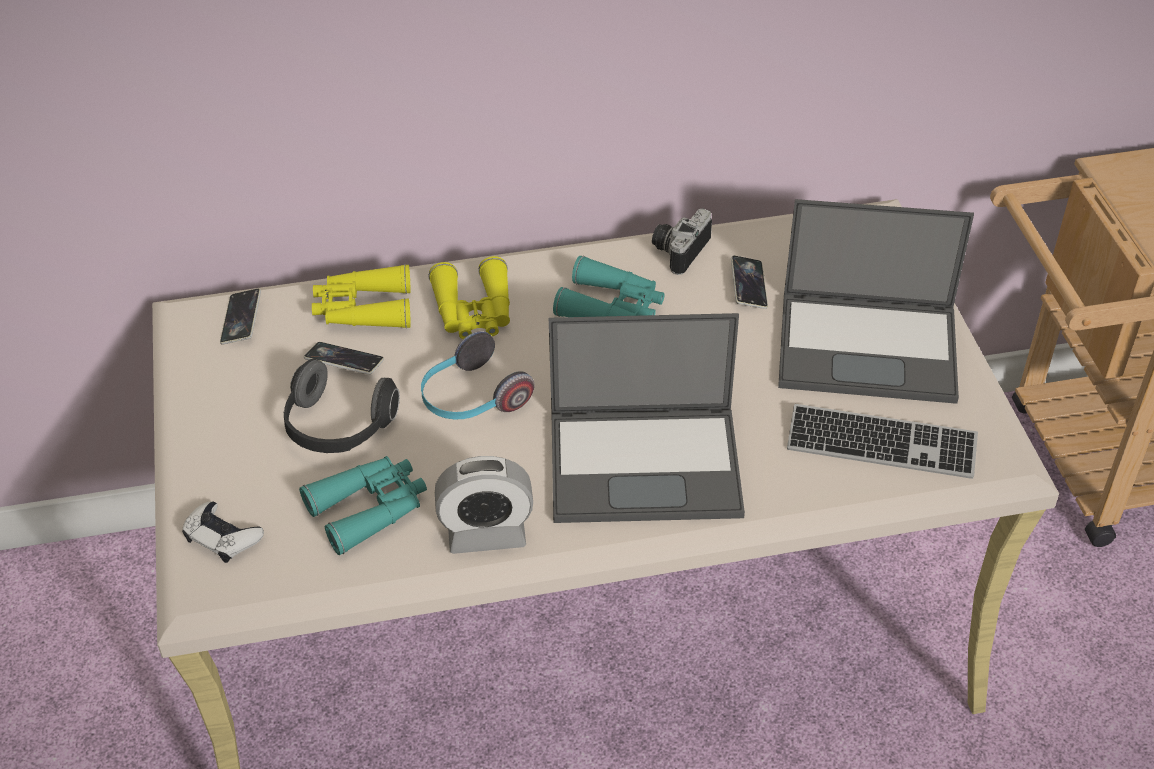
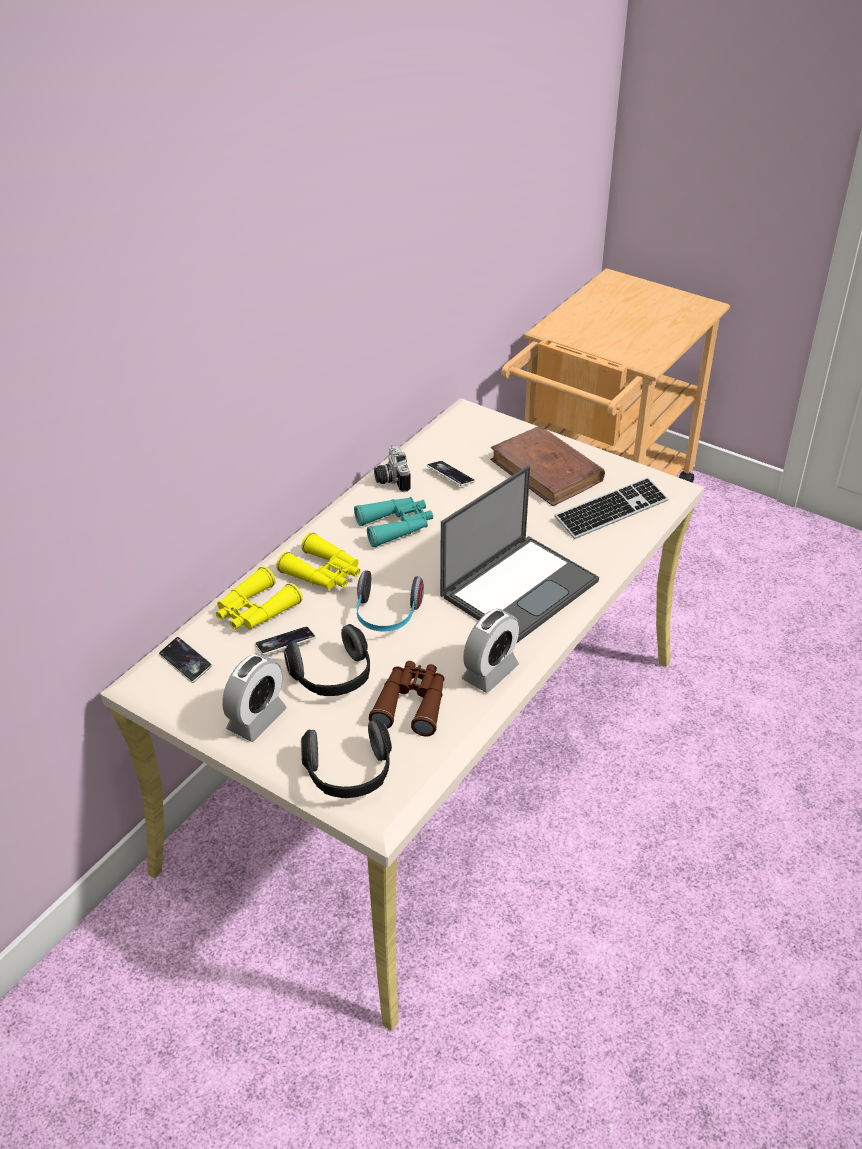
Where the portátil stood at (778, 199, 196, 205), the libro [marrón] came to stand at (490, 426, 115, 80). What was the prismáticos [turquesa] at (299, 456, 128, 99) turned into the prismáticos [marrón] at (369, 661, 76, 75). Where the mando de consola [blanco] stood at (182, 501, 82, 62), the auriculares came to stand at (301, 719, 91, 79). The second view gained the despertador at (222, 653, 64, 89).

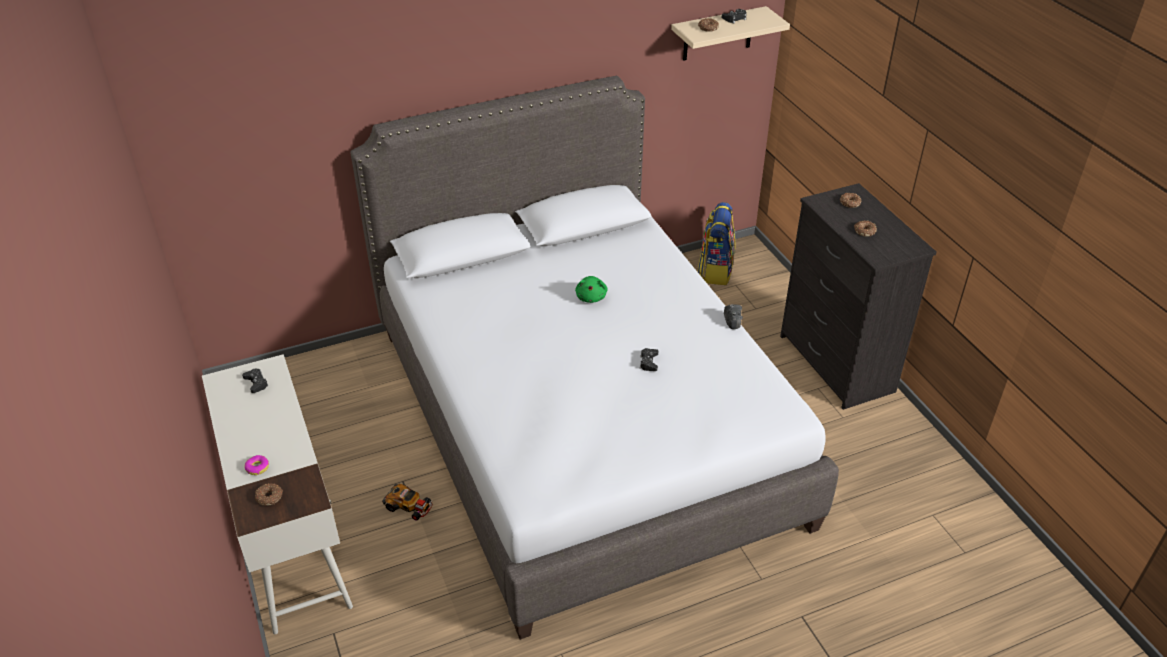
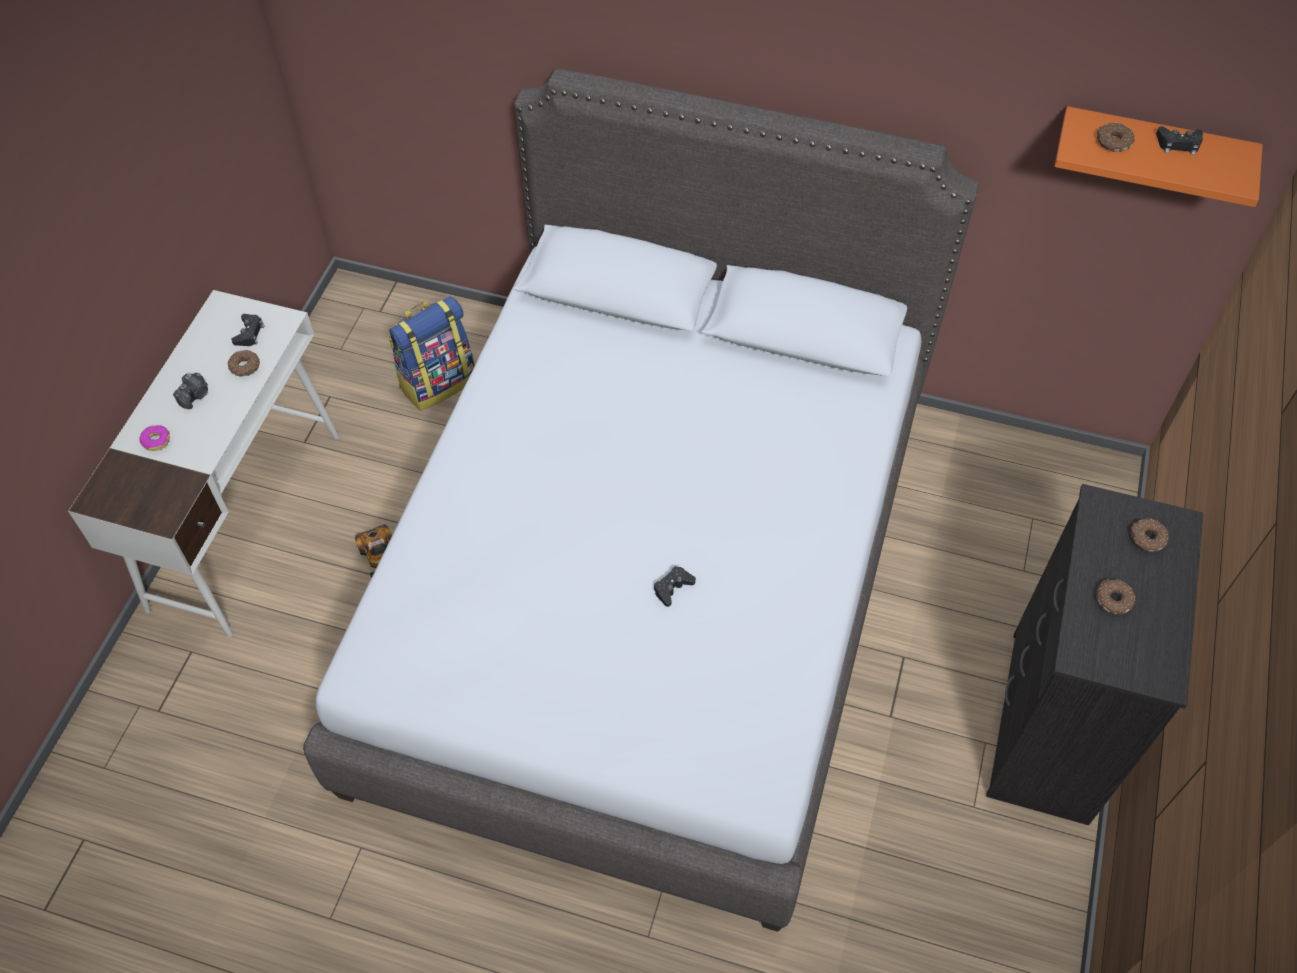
What was the estante [beis] at (671, 6, 119, 55) turned into the estante [naranja] at (1055, 106, 208, 101). The mochila ended up elsewhere, having gone from (697, 202, 39, 83) to (388, 296, 87, 115). The second view lost the peluche [verde] at (575, 276, 33, 27). The cámara ended up elsewhere, having gone from (724, 304, 19, 25) to (173, 372, 35, 37). The rosquilla ended up elsewhere, having gone from (255, 483, 28, 23) to (228, 350, 32, 27).

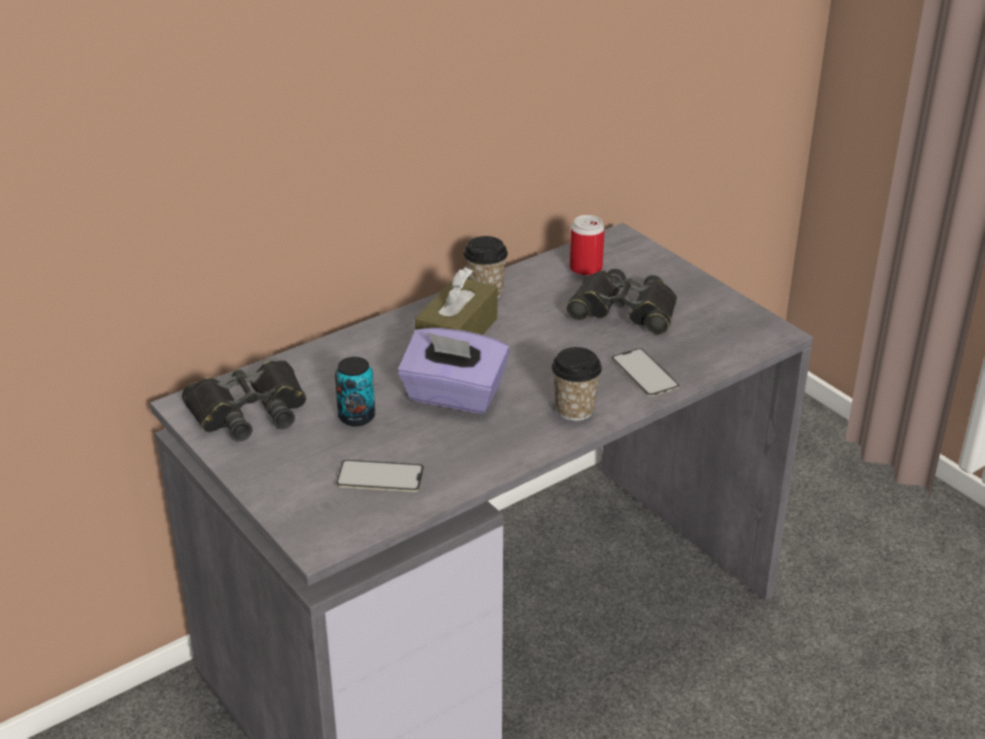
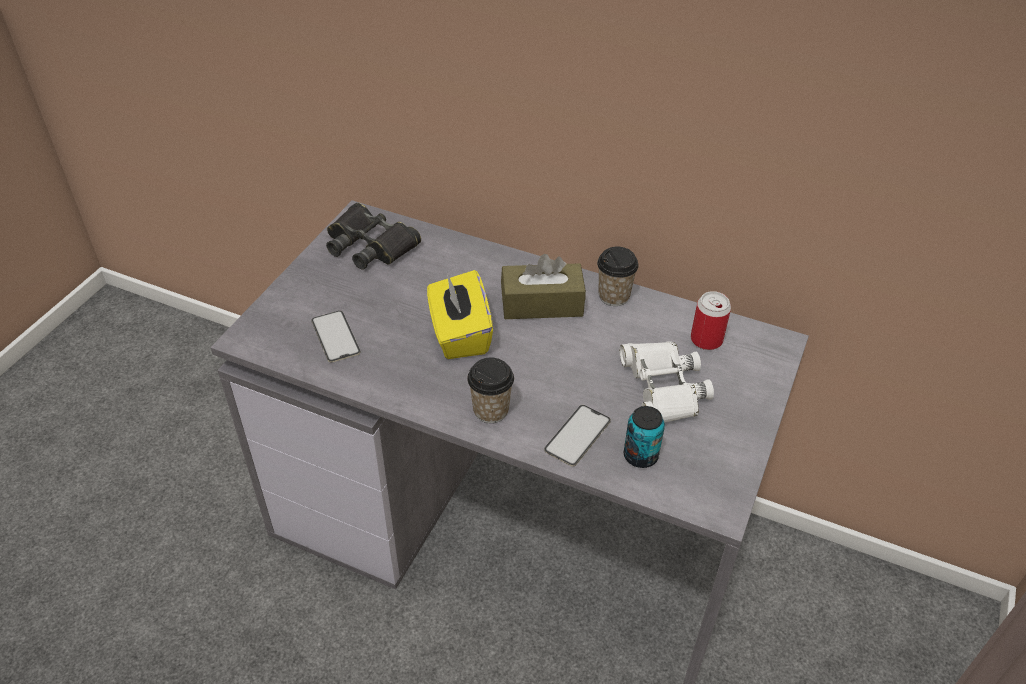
What was the prismáticos [negro] at (566, 269, 111, 66) turned into the prismáticos [blanco] at (620, 341, 94, 82). What was the caja de pañuelos [morado] at (398, 328, 112, 85) turned into the caja de pañuelos [amarillo] at (427, 270, 66, 89). The lata ended up elsewhere, having gone from (335, 357, 40, 69) to (624, 406, 41, 62).

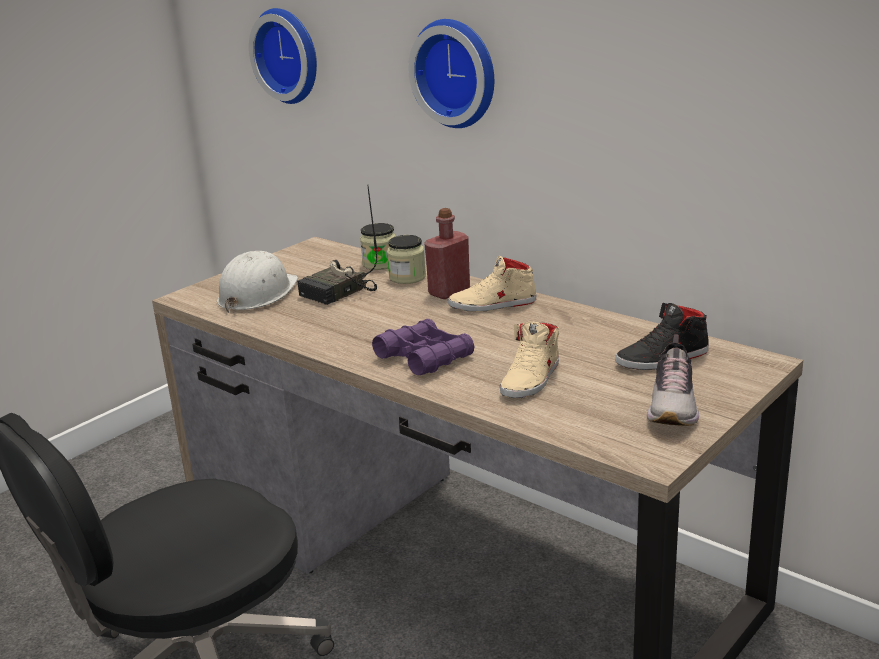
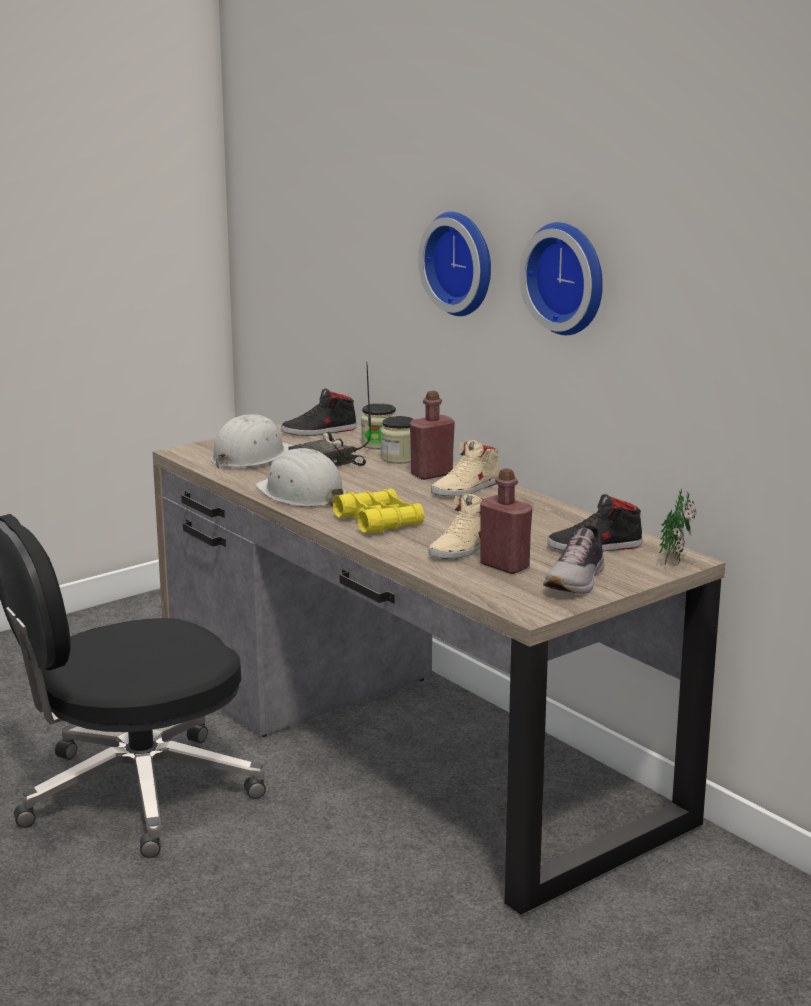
The reloj de pared ended up elsewhere, having gone from (249, 8, 68, 96) to (519, 222, 84, 113). The zapato [beis] at (448, 256, 89, 56) ended up facing another way, 45 degrees counterclockwise from before. What was the prismáticos [morado] at (372, 319, 102, 56) turned into the prismáticos [amarillo] at (333, 489, 91, 44). The second view gained the zapato [negro] at (281, 388, 76, 48). The second view gained the casco [blanco] at (255, 448, 91, 59). The second view gained the botella [rojo] at (480, 469, 52, 105). The second view gained the planta en maceta at (659, 489, 38, 75).

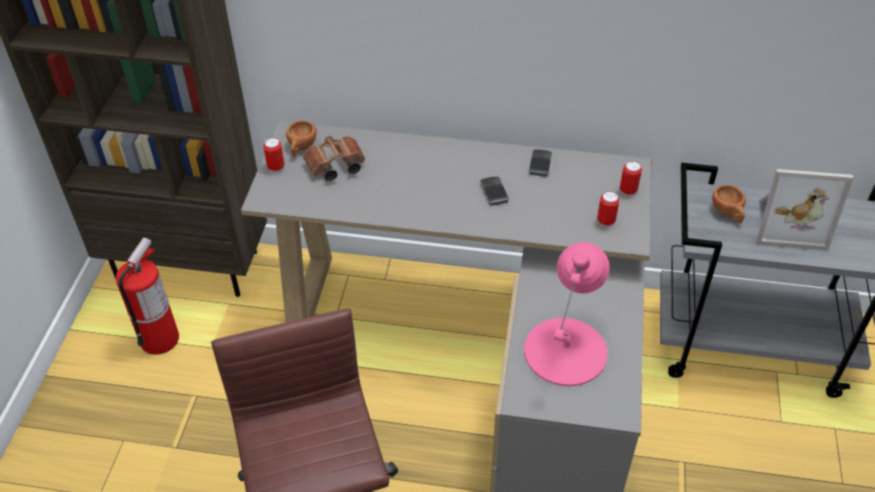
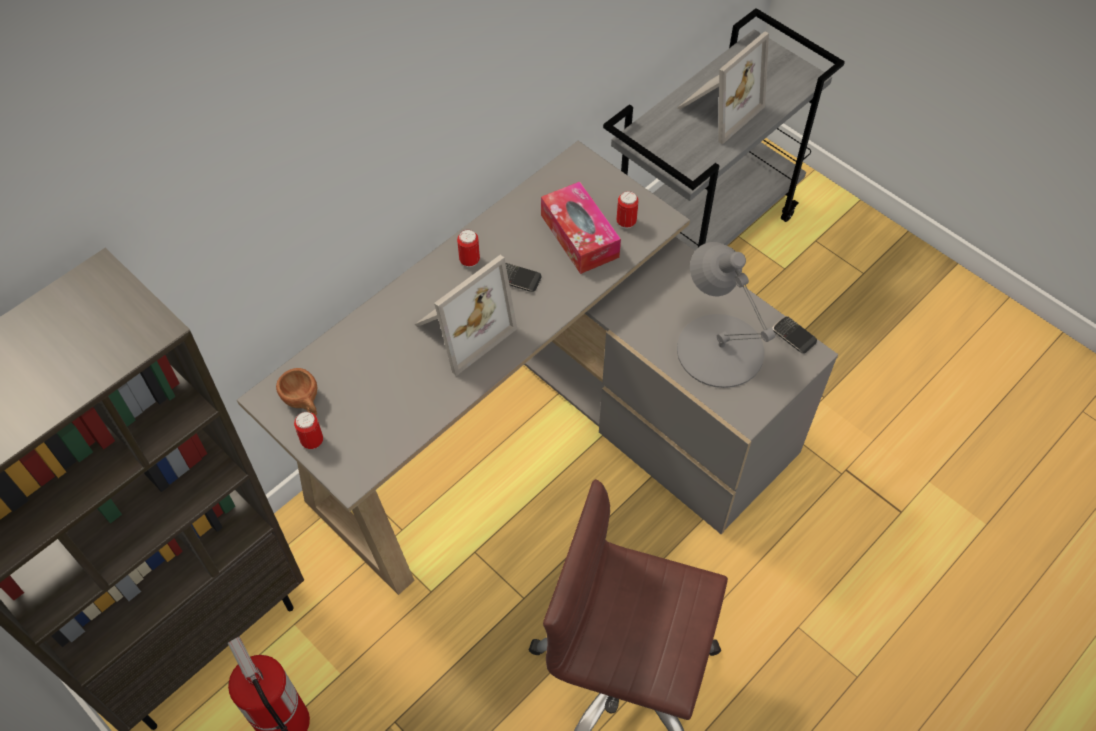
The second view lost the prismáticos [marrón] at (303, 136, 62, 45). The móvil ended up elsewhere, having gone from (529, 149, 23, 28) to (772, 316, 45, 38). The lata ended up elsewhere, having gone from (620, 161, 22, 35) to (457, 229, 23, 38). The second view lost the taza [marrón] at (712, 185, 34, 38). What was the lámpara de mesa [rosa] at (524, 242, 86, 144) turned into the lámpara de mesa [gris] at (677, 242, 98, 146). The second view gained the caja de pañuelos at (541, 182, 80, 92). The second view gained the portarretratos at (414, 255, 103, 121).

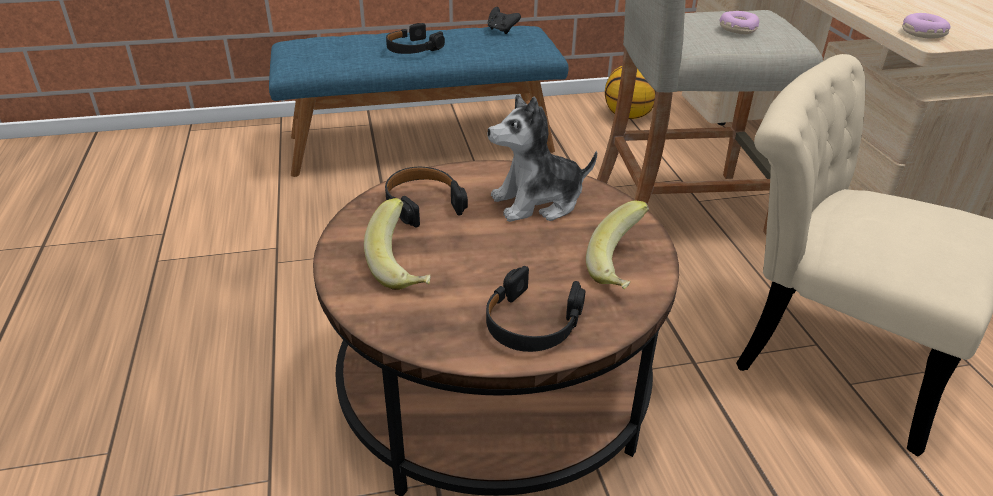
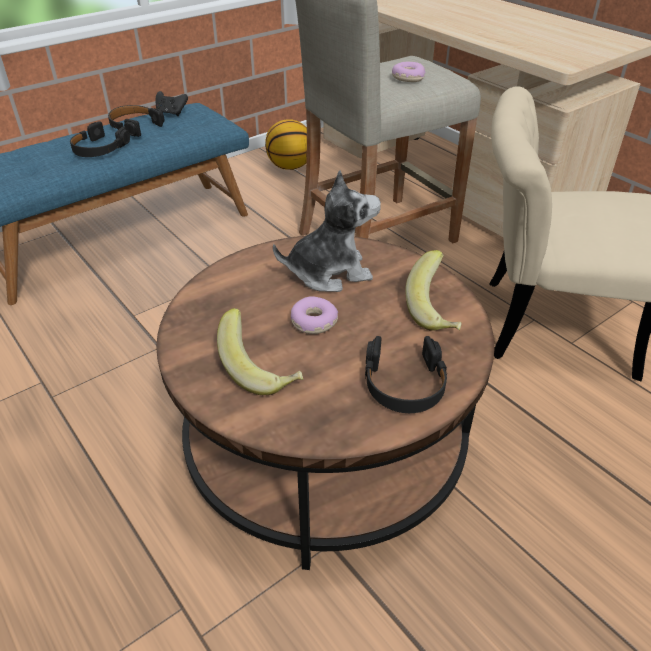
The rosquilla ended up elsewhere, having gone from (902, 13, 48, 26) to (291, 296, 47, 38). The peluche at (488, 94, 109, 128) ended up facing another way, 150 degrees counterclockwise from before. The auriculares [negro] ended up elsewhere, having gone from (385, 167, 83, 60) to (108, 105, 56, 32).

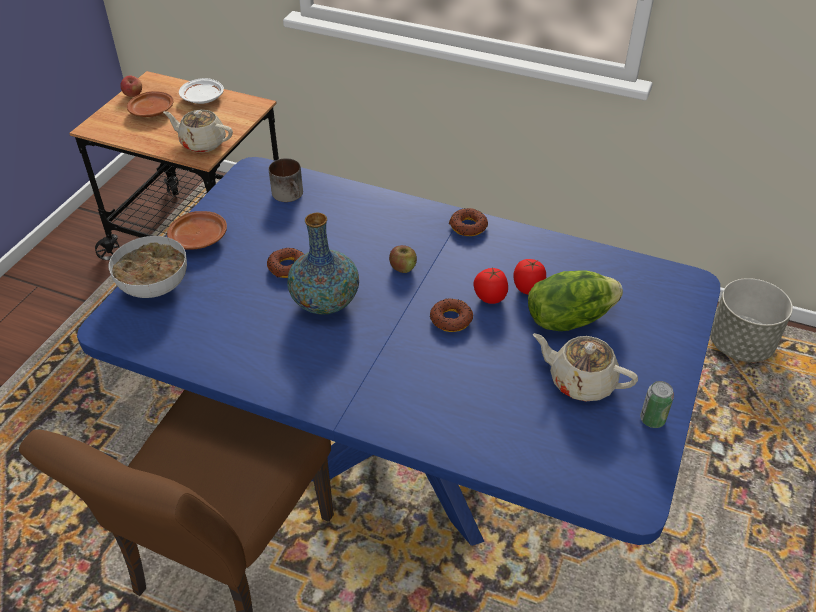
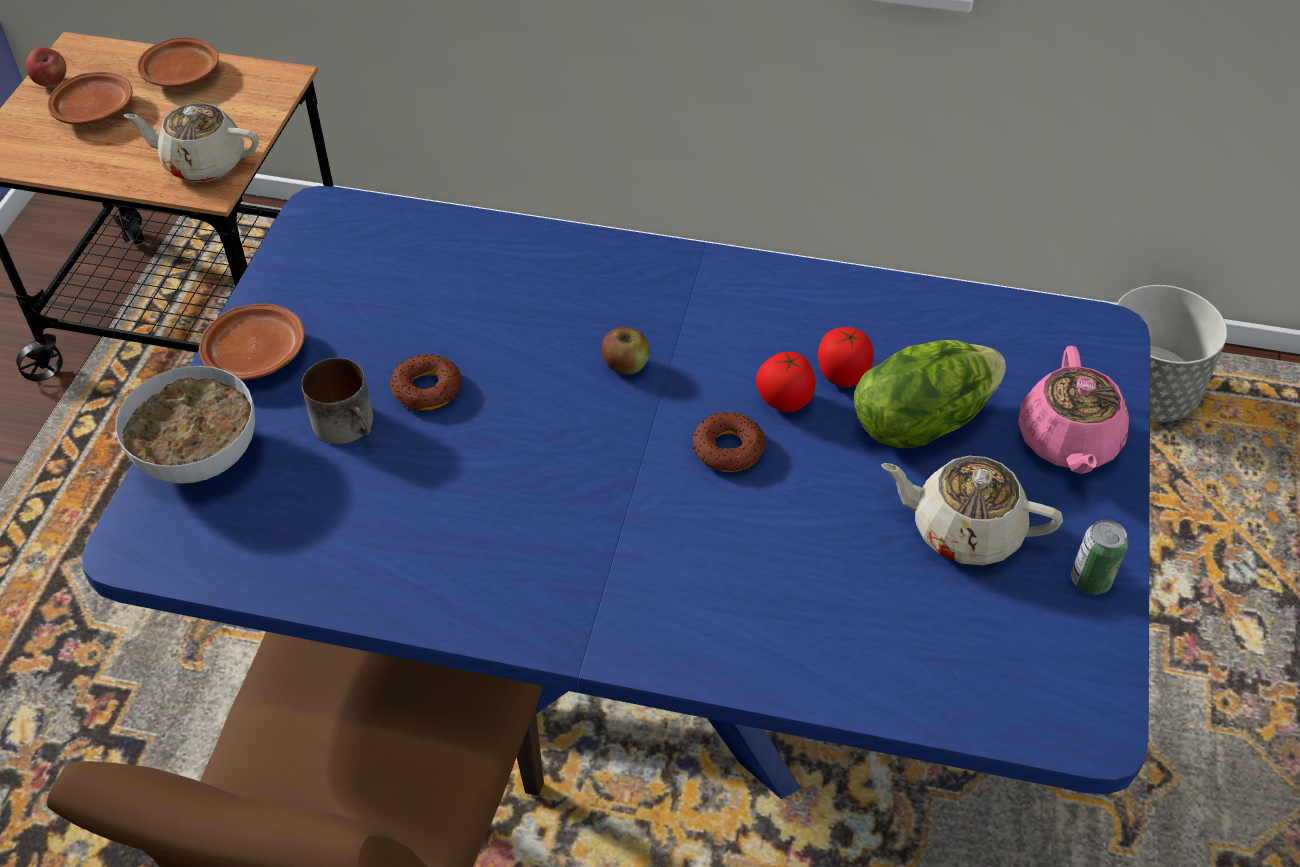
What was the plato [blanco] at (179, 78, 45, 26) turned into the plato [marrón] at (137, 37, 82, 51). The taza grande ended up elsewhere, having gone from (269, 158, 34, 44) to (301, 358, 72, 86). The second view lost the rosquilla at (449, 208, 39, 28). The second view lost the florero at (287, 213, 72, 102). The second view gained the tetera [rosa] at (1018, 346, 111, 128).

